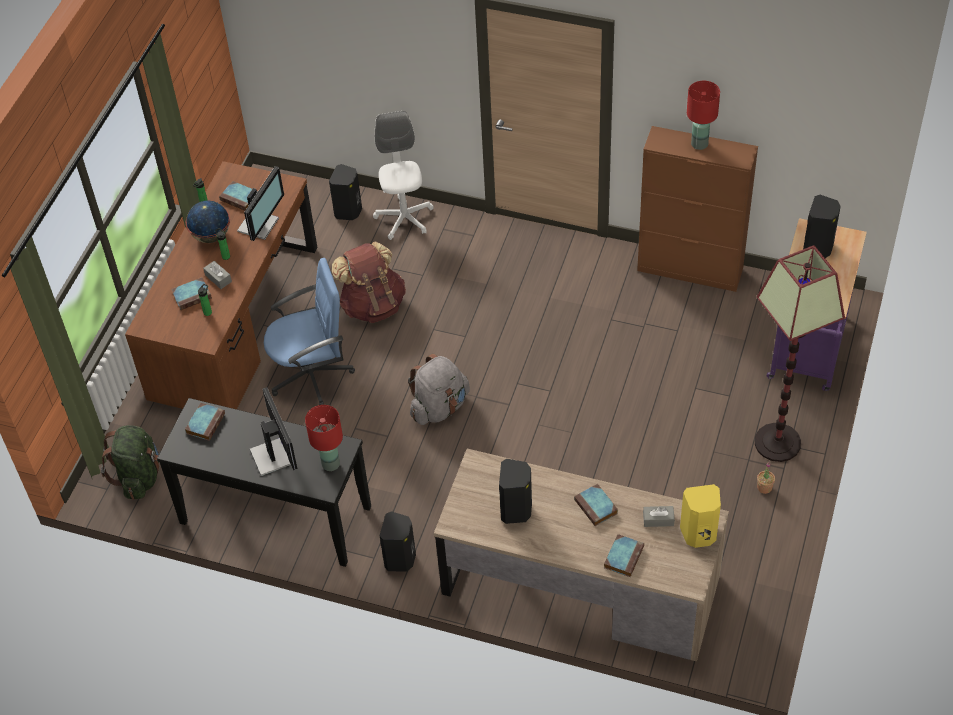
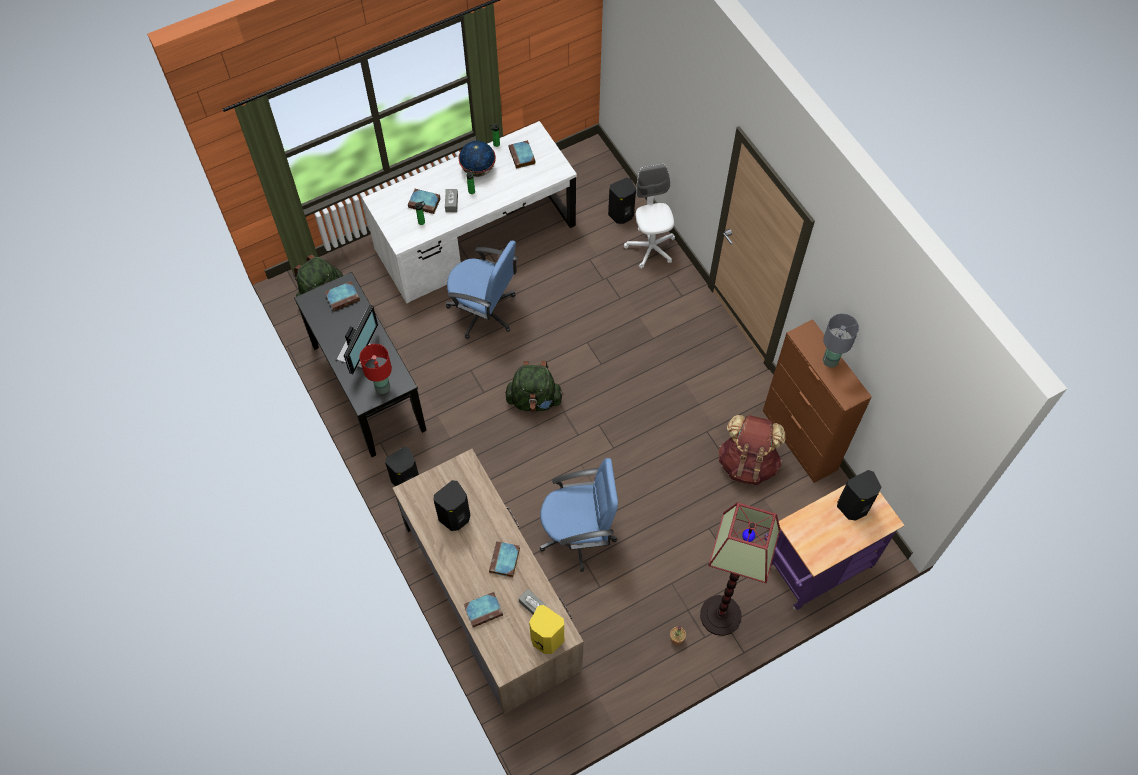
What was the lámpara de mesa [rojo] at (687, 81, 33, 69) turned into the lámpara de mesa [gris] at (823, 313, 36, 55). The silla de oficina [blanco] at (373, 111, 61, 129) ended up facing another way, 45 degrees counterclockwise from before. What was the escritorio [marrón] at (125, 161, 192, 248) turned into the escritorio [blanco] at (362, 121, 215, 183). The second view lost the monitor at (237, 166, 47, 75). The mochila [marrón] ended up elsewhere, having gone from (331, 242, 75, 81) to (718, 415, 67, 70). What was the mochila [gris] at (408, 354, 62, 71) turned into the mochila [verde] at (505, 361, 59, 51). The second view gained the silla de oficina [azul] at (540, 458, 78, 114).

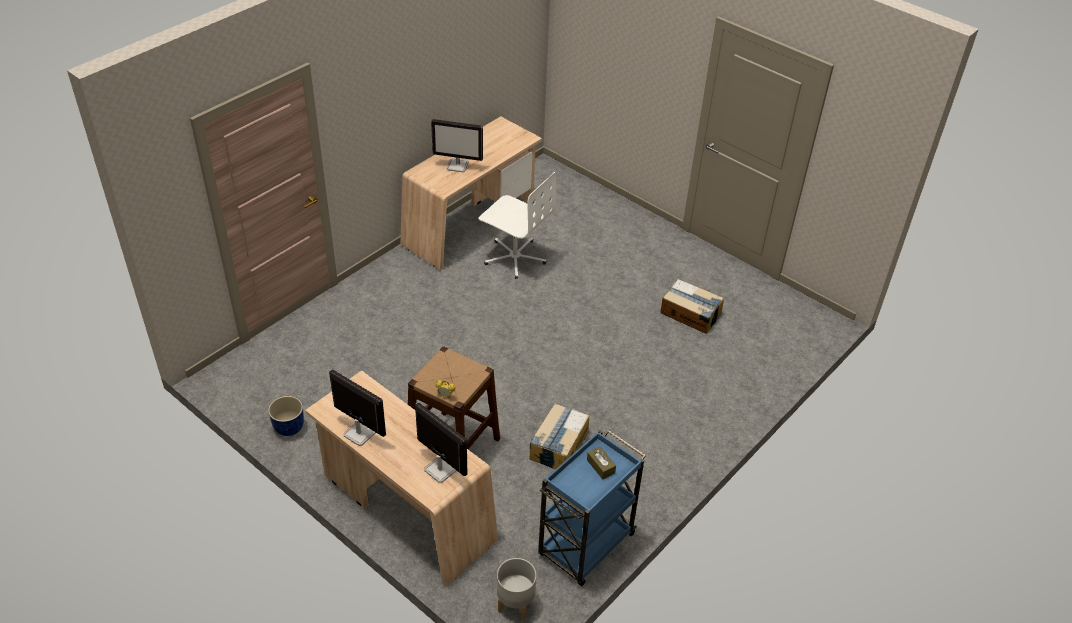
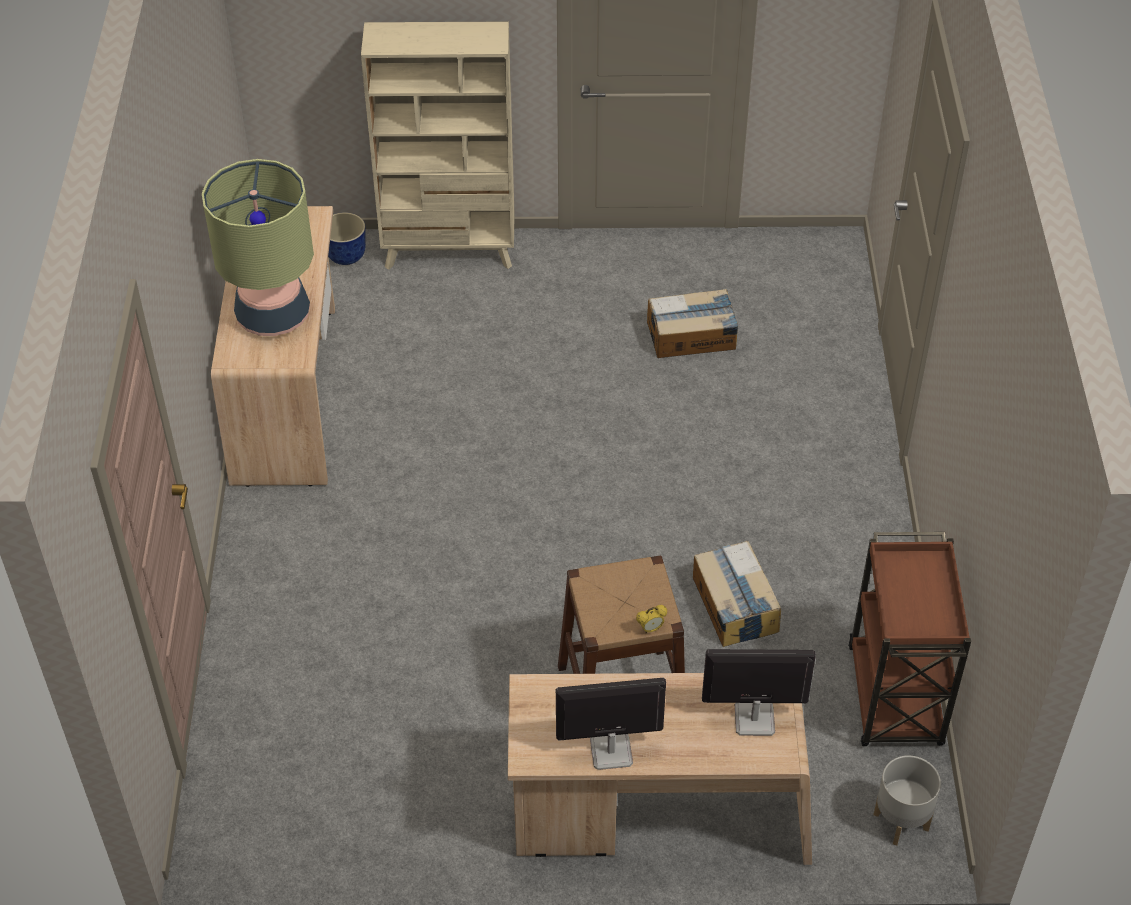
Where the monitor stood at (431, 119, 52, 53), the lámpara de mesa came to stand at (202, 159, 112, 177). The second view lost the silla de oficina [blanco] at (479, 172, 77, 107). The maceta ended up elsewhere, having gone from (268, 396, 36, 40) to (328, 212, 38, 53). What was the carrito [azul] at (538, 429, 108, 157) turned into the carrito [marrón] at (848, 532, 123, 214). The second view lost the caja de pañuelos [marrón] at (587, 447, 29, 32). The second view gained the estantería [beis] at (361, 21, 154, 249).

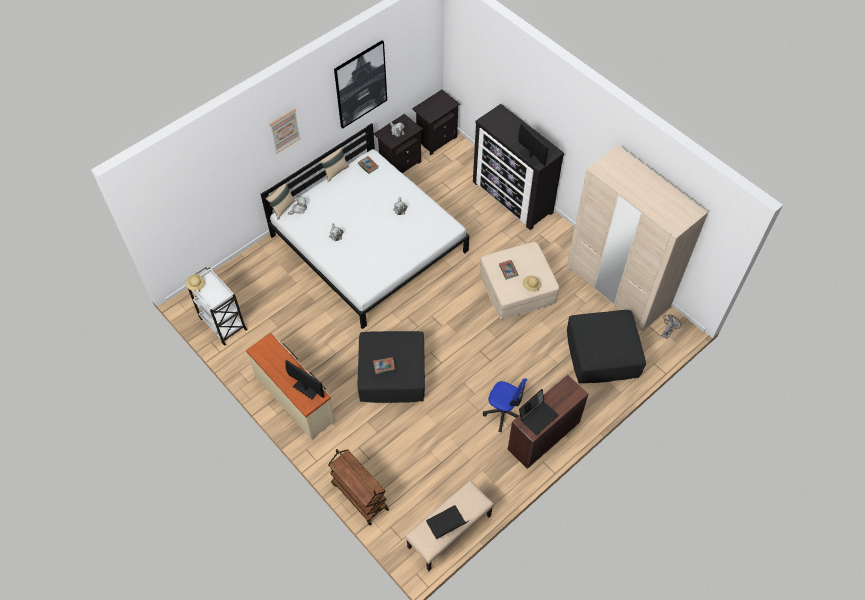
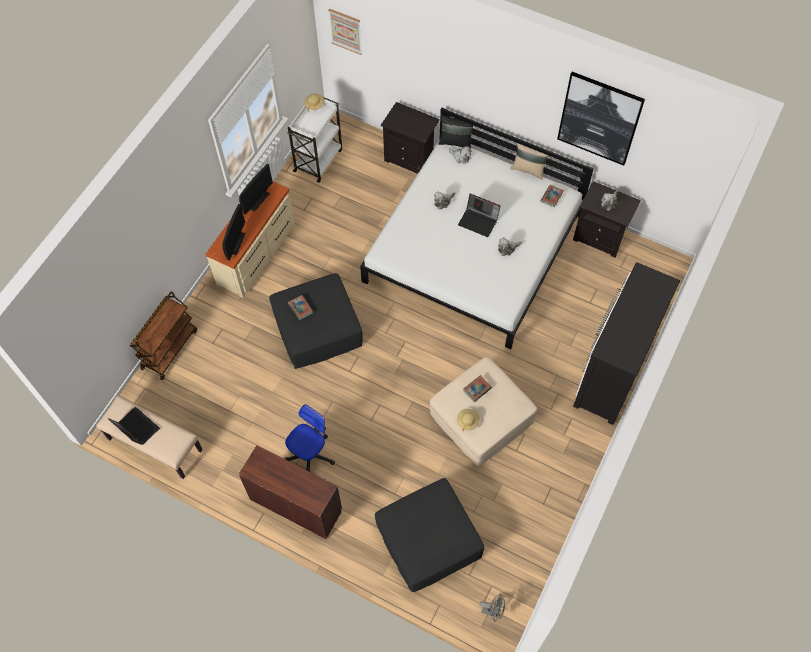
The mesita de noche [negro] ended up elsewhere, having gone from (412, 90, 48, 65) to (381, 102, 59, 72). The cuadro ended up elsewhere, having gone from (269, 109, 32, 45) to (328, 8, 34, 47). The monitor ended up elsewhere, having gone from (518, 123, 31, 43) to (239, 164, 34, 51). The second view lost the armario ropero [beis] at (566, 145, 142, 186). What was the cojín [beis] at (266, 179, 30, 41) turned into the cojín [negro] at (438, 115, 37, 34). The silla de oficina at (483, 378, 44, 54) ended up facing another way, 150 degrees counterclockwise from before. The portátil ended up elsewhere, having gone from (519, 389, 40, 46) to (458, 194, 43, 43).

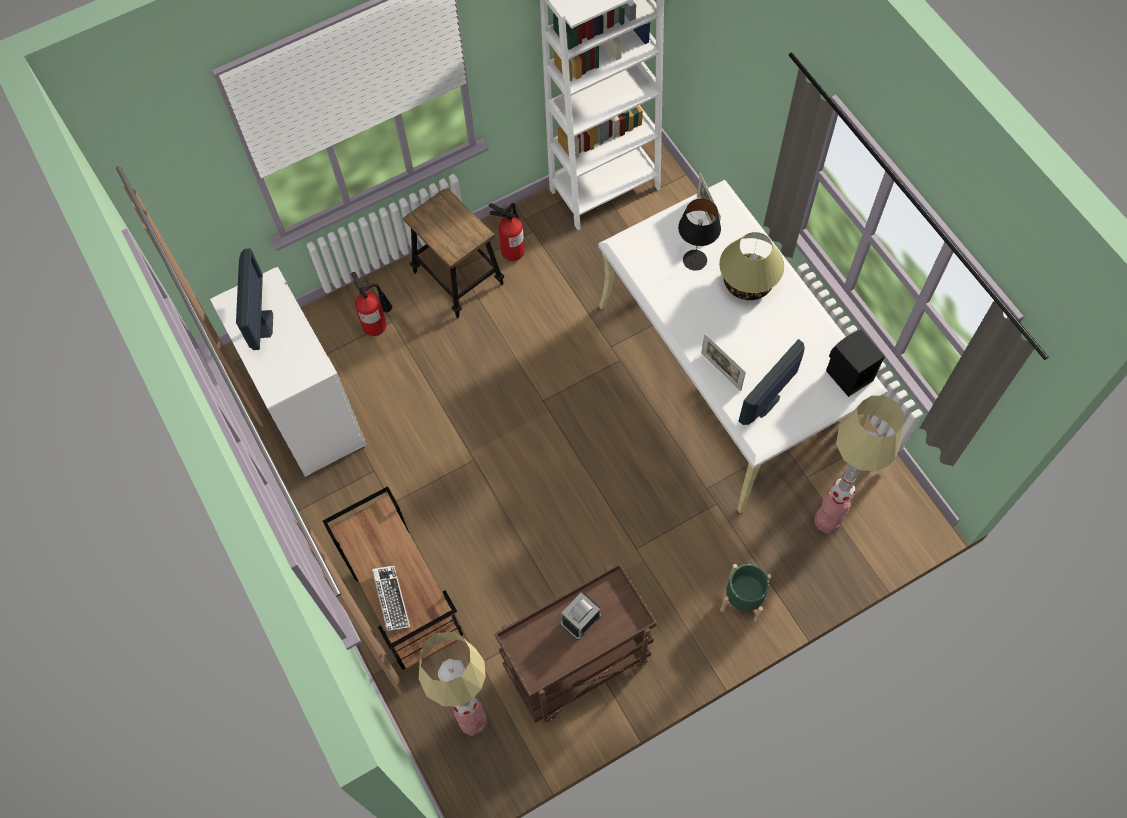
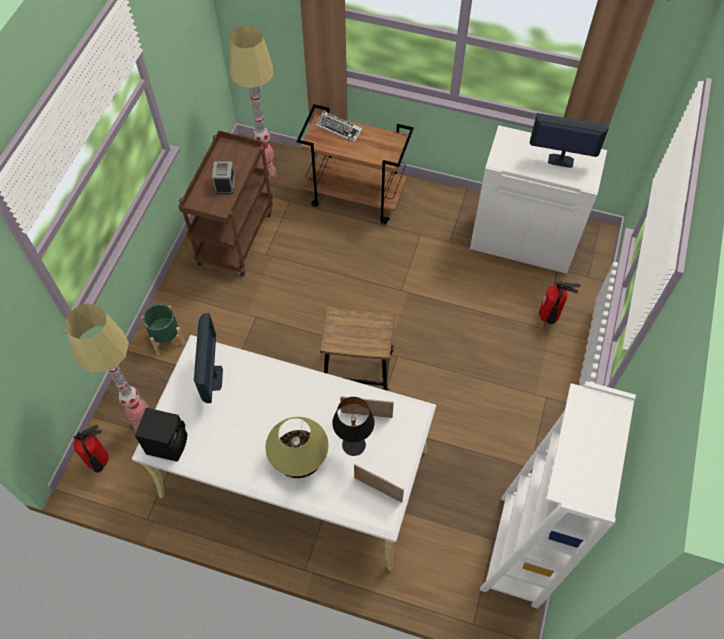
The taburete ended up elsewhere, having gone from (403, 188, 101, 130) to (320, 307, 75, 84). The extintor ended up elsewhere, having gone from (489, 203, 36, 58) to (74, 425, 35, 48). The monitor at (236, 248, 37, 102) ended up facing another way, 150 degrees clockwise from before. The portarretratos ended up elsewhere, having gone from (701, 334, 45, 57) to (340, 396, 54, 22).

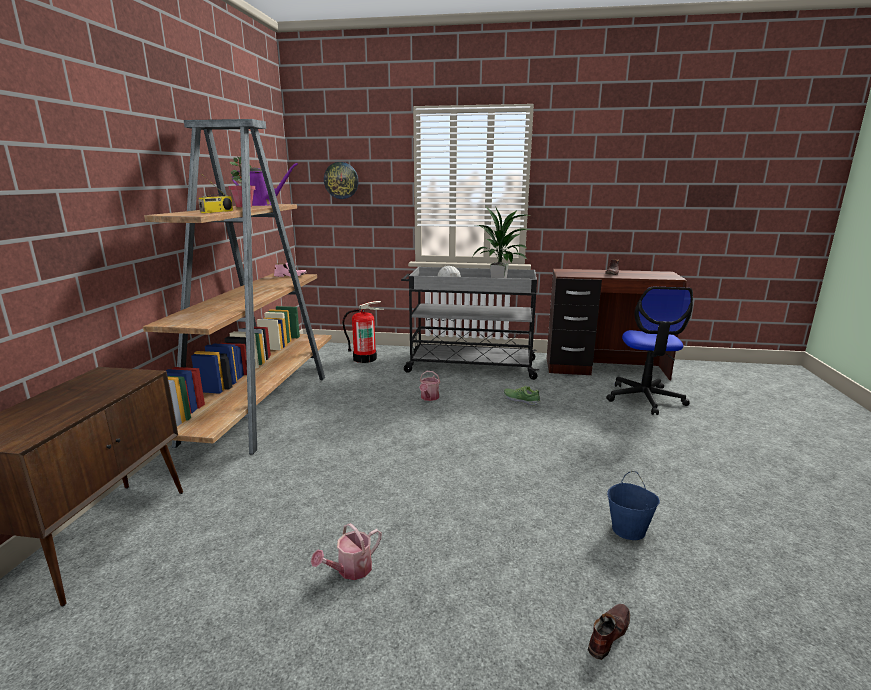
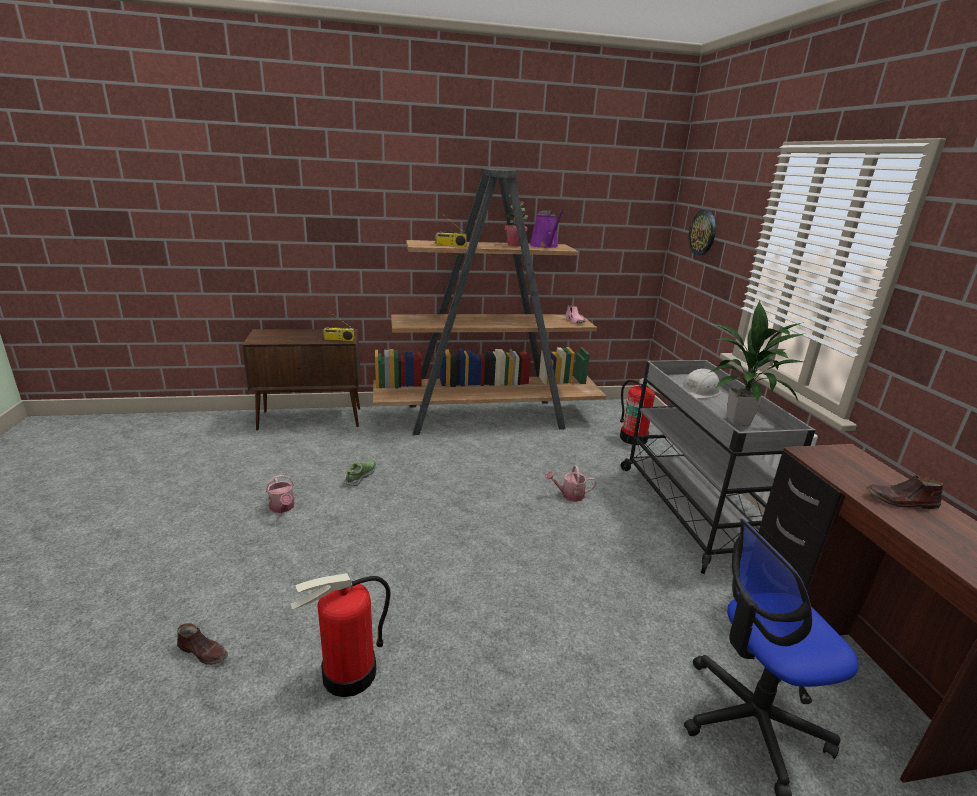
The zapato ended up elsewhere, having gone from (504, 385, 36, 21) to (344, 460, 32, 26). Where the cubo [azul] stood at (607, 471, 53, 69), the extintor came to stand at (291, 573, 99, 124). The regadera at (311, 523, 71, 57) ended up facing another way, 150 degrees counterclockwise from before. The second view gained the radio at (323, 311, 31, 30).

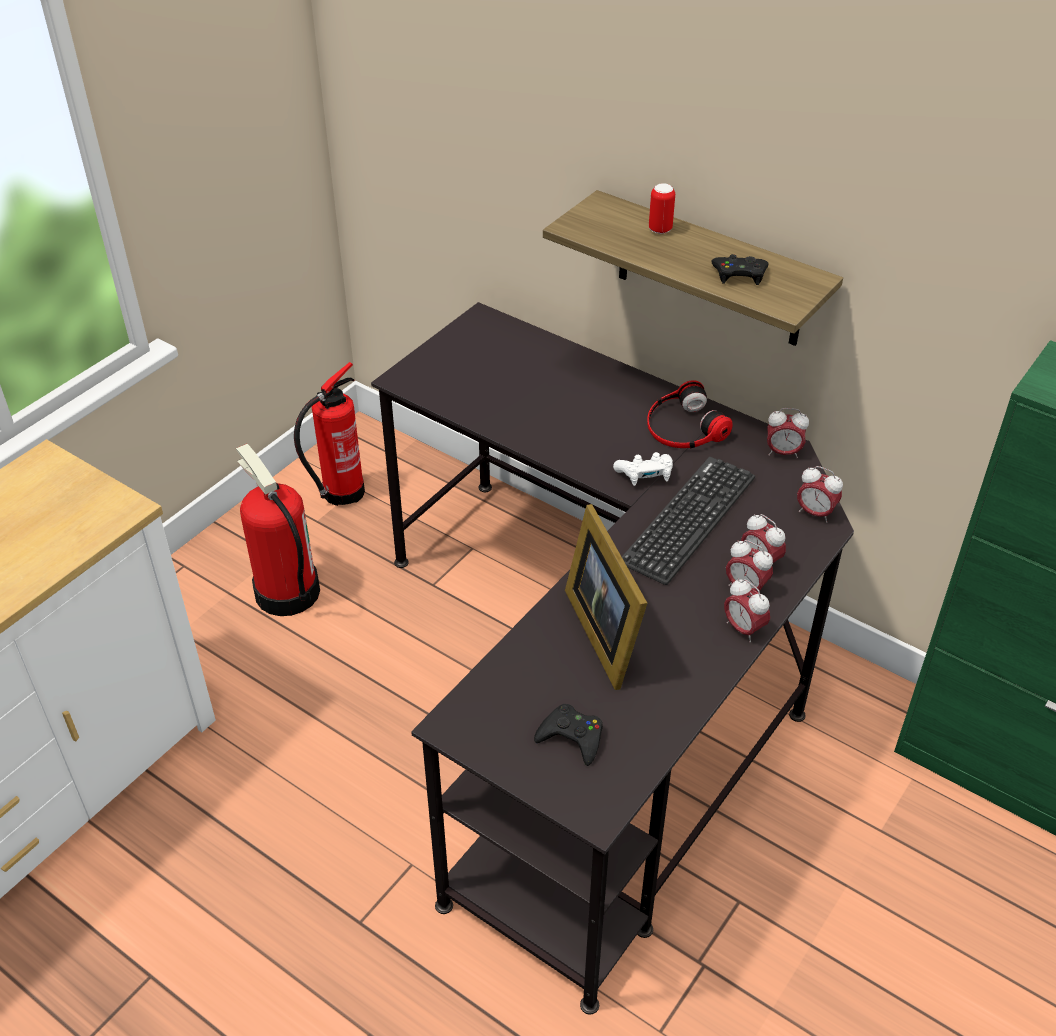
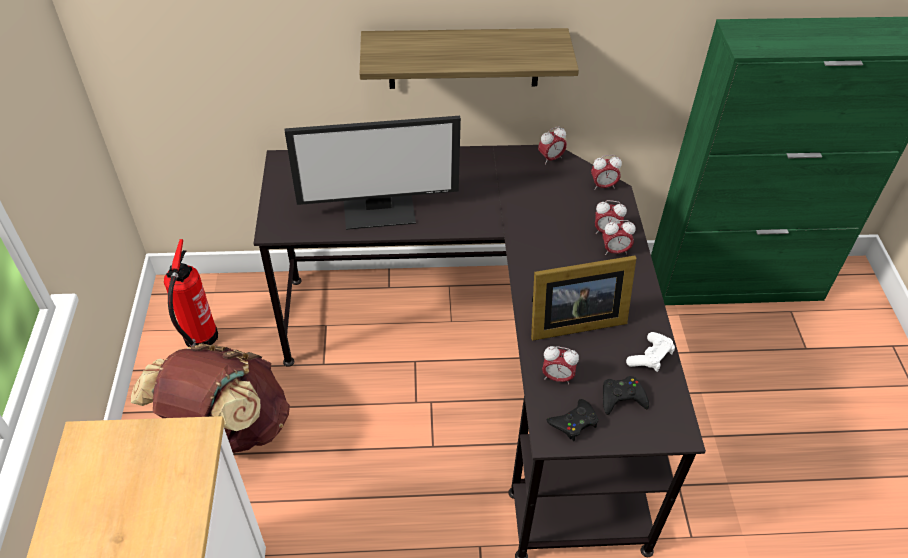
The second view lost the lata at (649, 183, 26, 51). The mando de consola [negro] ended up elsewhere, having gone from (711, 254, 58, 31) to (547, 399, 52, 42). The second view lost the auriculares at (647, 380, 86, 68). Where the extintor stood at (235, 444, 85, 172), the mochila [marrón] came to stand at (131, 343, 159, 110). The mando de consola [blanco] ended up elsewhere, having gone from (613, 452, 60, 34) to (626, 332, 49, 40). The second view lost the teclado at (622, 457, 133, 128). The portarretratos at (565, 504, 82, 186) ended up facing another way, 45 degrees counterclockwise from before. The despertador ended up elsewhere, having gone from (724, 578, 46, 64) to (542, 346, 37, 39). The second view gained the monitor at (285, 116, 176, 114).

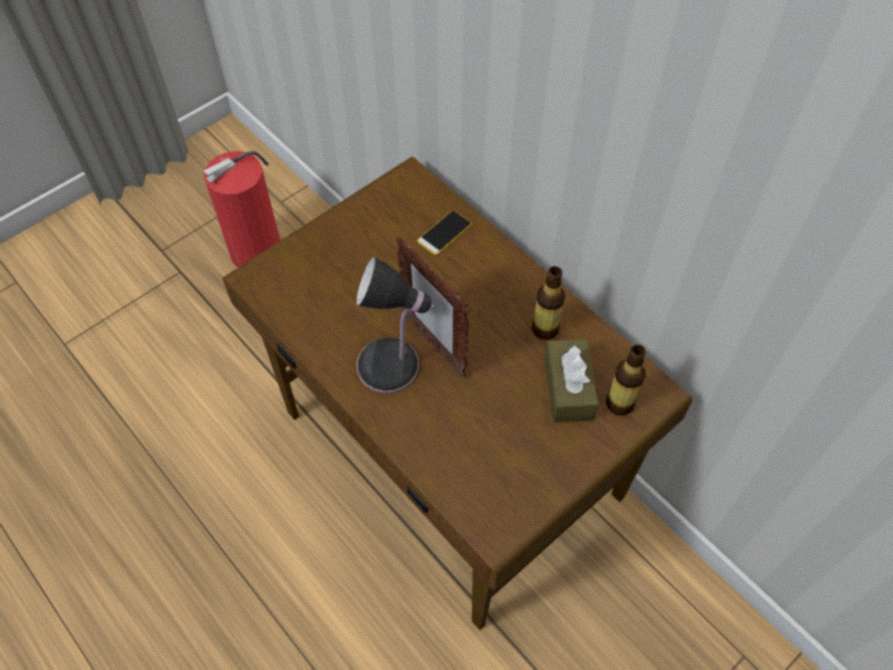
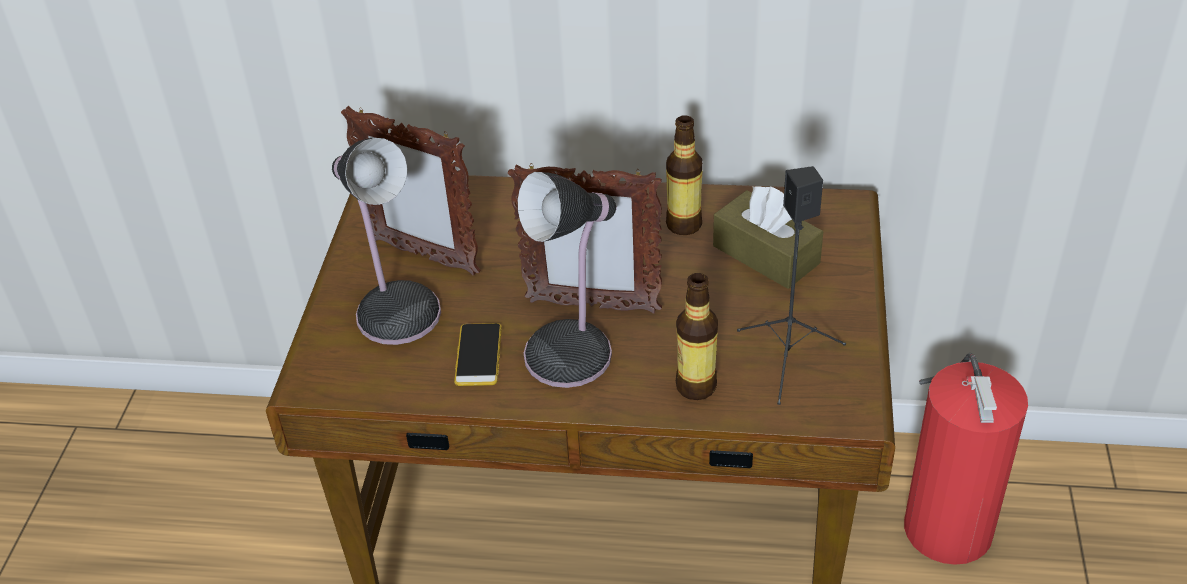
The extintor ended up elsewhere, having gone from (203, 151, 77, 116) to (904, 353, 124, 212). The móvil ended up elsewhere, having gone from (417, 210, 55, 45) to (454, 323, 48, 63). The botella ended up elsewhere, having gone from (606, 344, 40, 72) to (676, 273, 42, 127). The second view gained the portarretratos at (341, 106, 140, 170). The second view gained the lámpara de mesa at (332, 138, 109, 207). The second view gained the altavoz [negro] at (737, 166, 109, 239).

